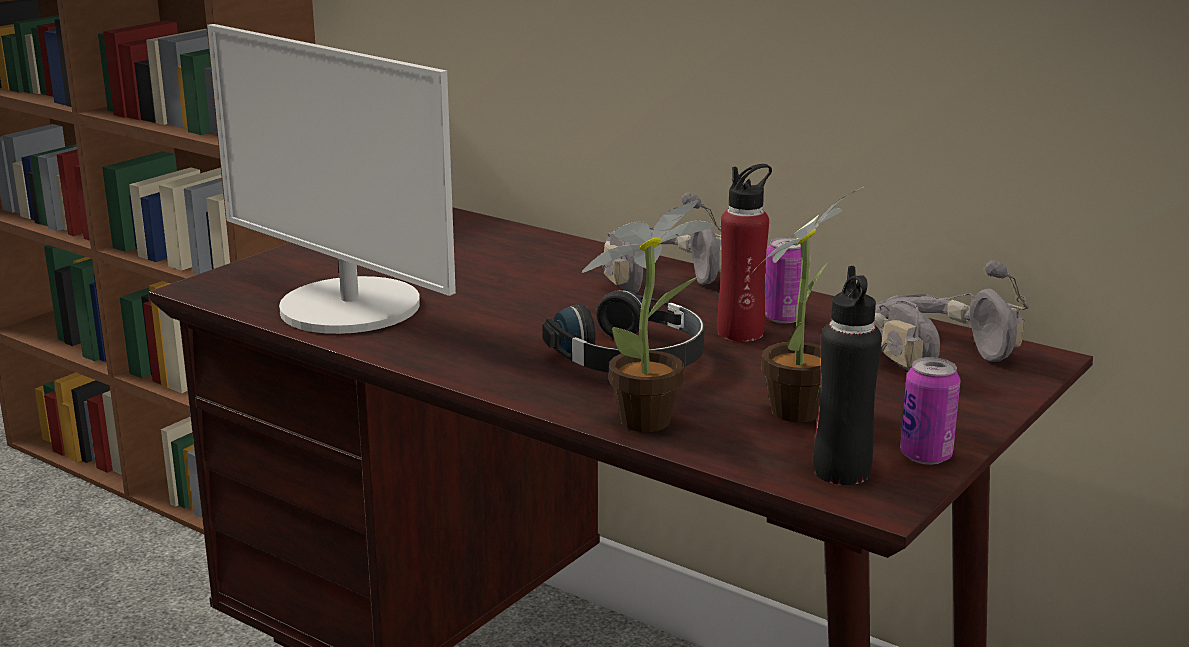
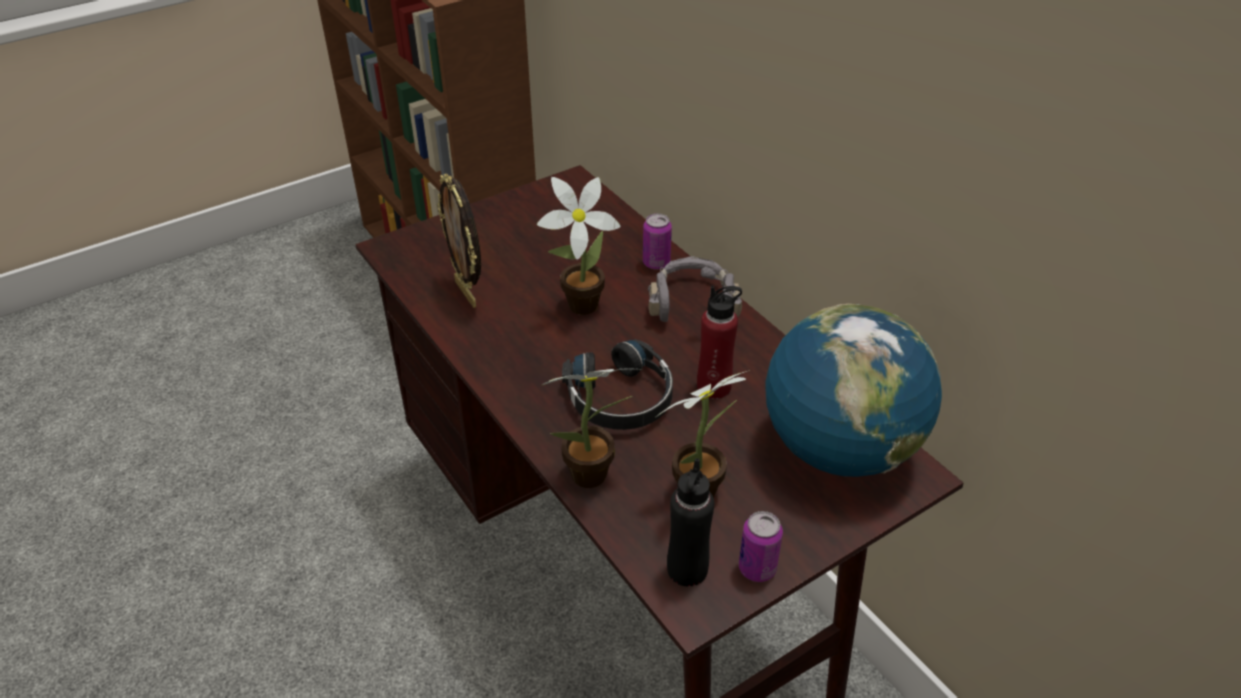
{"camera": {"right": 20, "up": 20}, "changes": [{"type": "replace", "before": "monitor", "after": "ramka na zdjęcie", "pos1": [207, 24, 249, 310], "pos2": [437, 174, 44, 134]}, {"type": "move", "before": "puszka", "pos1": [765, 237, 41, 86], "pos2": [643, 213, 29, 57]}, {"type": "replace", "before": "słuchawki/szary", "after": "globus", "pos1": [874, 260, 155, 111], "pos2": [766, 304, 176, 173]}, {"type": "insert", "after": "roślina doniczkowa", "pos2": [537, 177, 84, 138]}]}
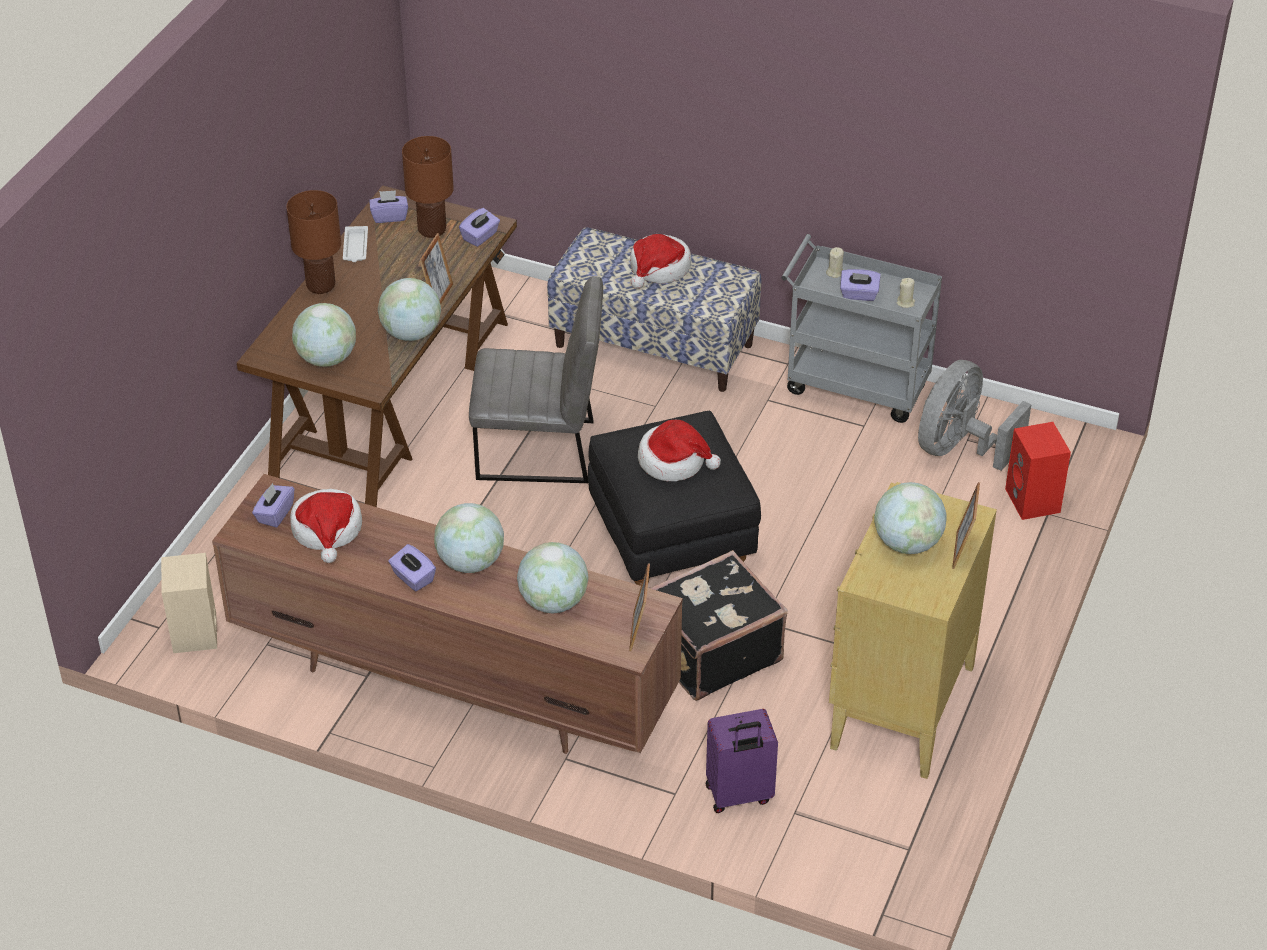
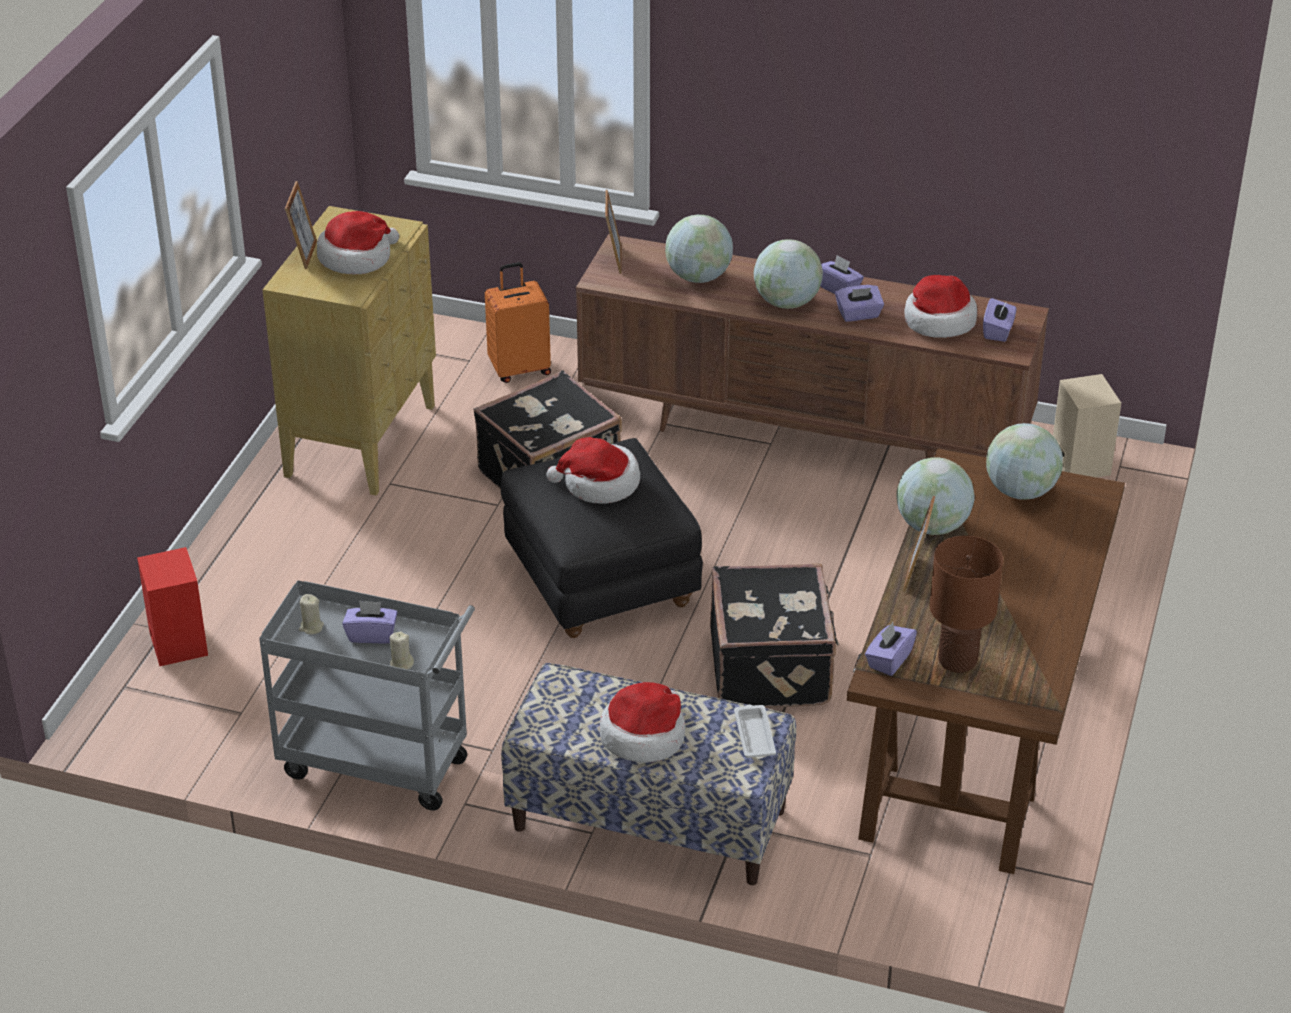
{"camera": {"right": 175, "up": -5}, "changes": [{"type": "delete", "before": "lampa stołowa/brązowy", "pos1": [287, 190, 54, 104]}, {"type": "move", "before": "pudełko chusteczek/fioletowy", "pos1": [369, 190, 39, 33], "pos2": [835, 285, 49, 37]}, {"type": "move", "before": "taca/biały", "pos1": [343, 226, 25, 36], "pos2": [734, 705, 42, 53]}, {"type": "replace", "before": "krzesło/szary", "after": "walizka/czarny", "pos1": [469, 276, 134, 207], "pos2": [710, 564, 129, 144]}, {"type": "delete", "before": "wentylator/szary", "pos1": [918, 360, 114, 111]}, {"type": "replace", "before": "globus", "after": "kapelusz", "pos1": [874, 482, 73, 72], "pos2": [317, 211, 82, 64]}, {"type": "recolor", "before": "walizka/fioletowy", "after": "walizka/pomarańczowy", "pos1": [705, 709, 73, 104], "pos2": [485, 262, 66, 121]}]}
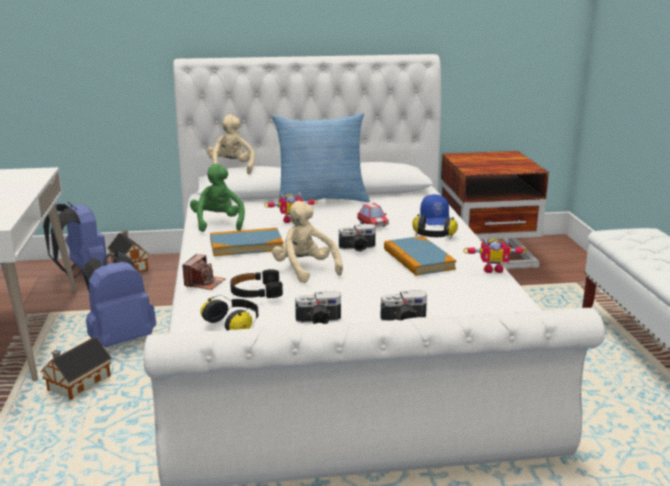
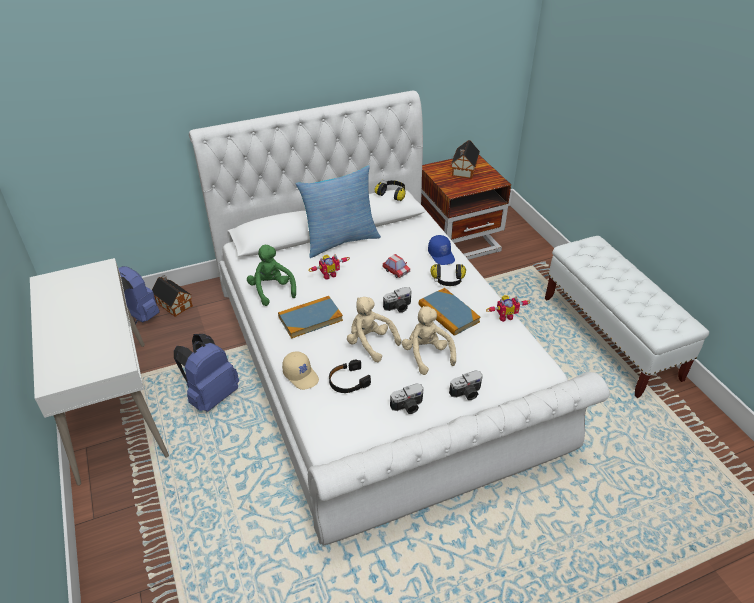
{"camera": {"right": -15, "up": 20}, "changes": [{"type": "move", "before": "pluszak/beżowy", "pos1": [207, 114, 48, 60], "pos2": [401, 306, 55, 69]}, {"type": "replace", "before": "aparat fotograficzny", "after": "czapka z daszkiem/beżowy", "pos1": [182, 254, 44, 36], "pos2": [282, 352, 37, 38]}, {"type": "move", "before": "słuchawki", "pos1": [200, 295, 58, 35], "pos2": [375, 180, 30, 22]}, {"type": "move", "before": "domek", "pos1": [41, 337, 70, 63], "pos2": [451, 140, 29, 39]}]}
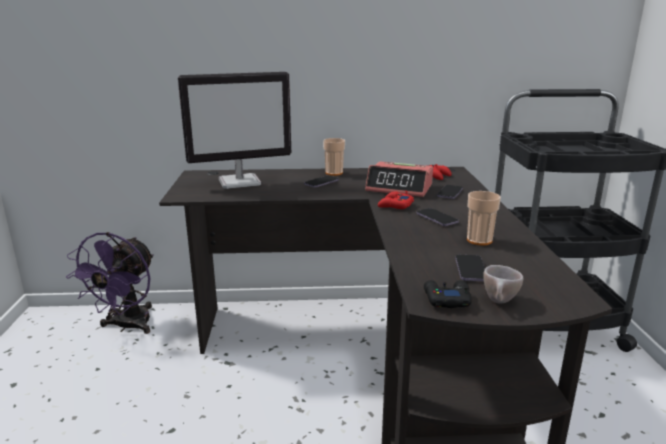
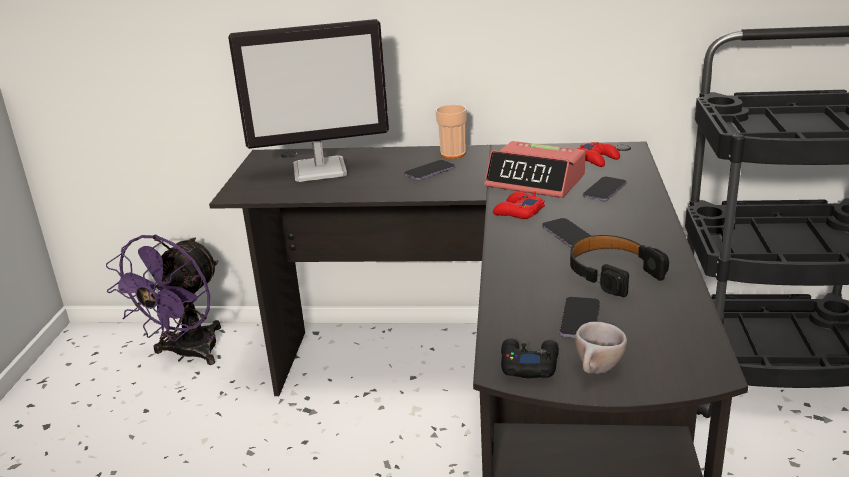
{"camera": {"right": 10, "up": 5}, "changes": [{"type": "replace", "before": "filiżanka", "after": "słuchawki/czarny", "pos1": [467, 191, 34, 54], "pos2": [570, 235, 99, 62]}]}
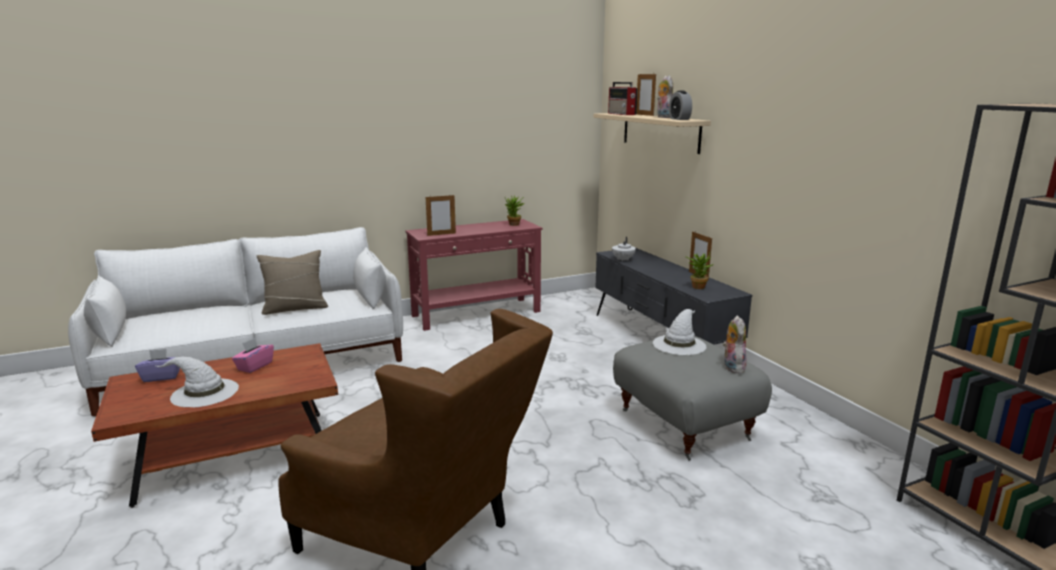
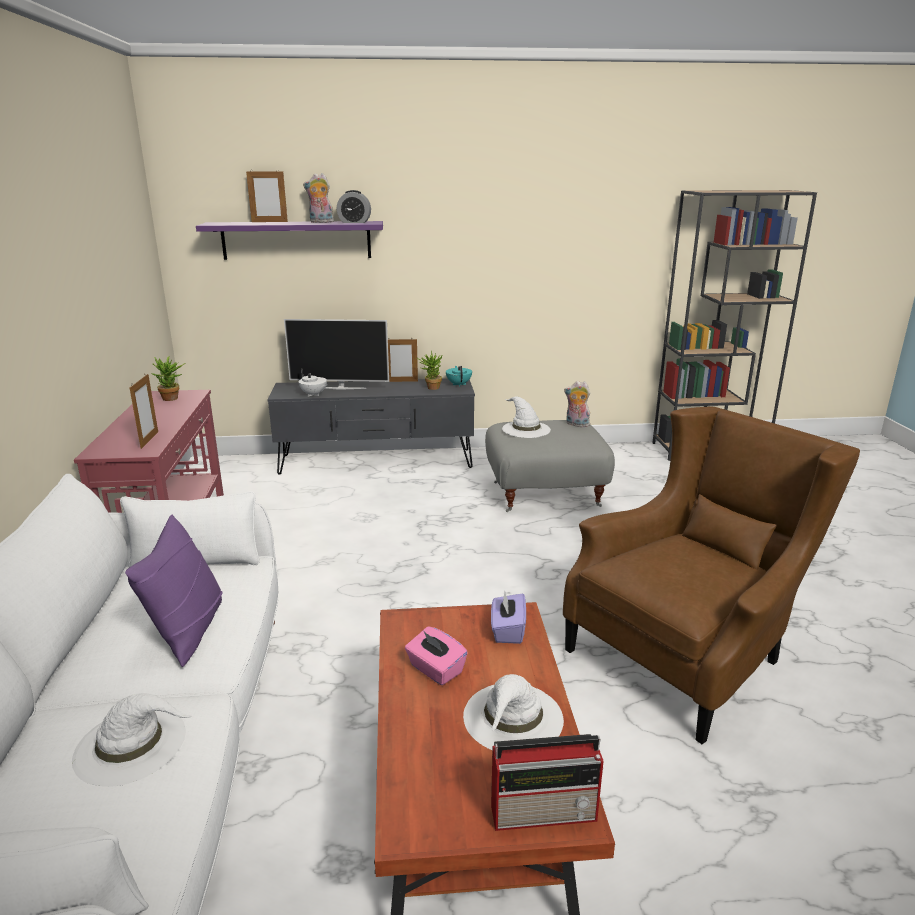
{"camera": {"right": -70, "up": 5}, "changes": [{"type": "move", "before": "radio", "pos1": [608, 82, 30, 33], "pos2": [491, 734, 113, 97]}, {"type": "recolor", "before": "półka/beżowy", "after": "półka/fioletowy", "pos1": [594, 113, 117, 41], "pos2": [196, 221, 187, 39]}, {"type": "recolor", "before": "poduszka/beżowy", "after": "poduszka/fioletowy", "pos1": [257, 250, 71, 65], "pos2": [125, 515, 98, 152]}, {"type": "move", "before": "pudełko chusteczek/fioletowy", "pos1": [135, 349, 45, 33], "pos2": [491, 590, 35, 54]}, {"type": "insert", "after": "telewizor", "pos2": [284, 319, 105, 71]}, {"type": "insert", "after": "imbryk/turkusowy", "pos2": [446, 366, 26, 20]}, {"type": "insert", "after": "kapelusz/biały", "pos2": [72, 693, 120, 94]}]}
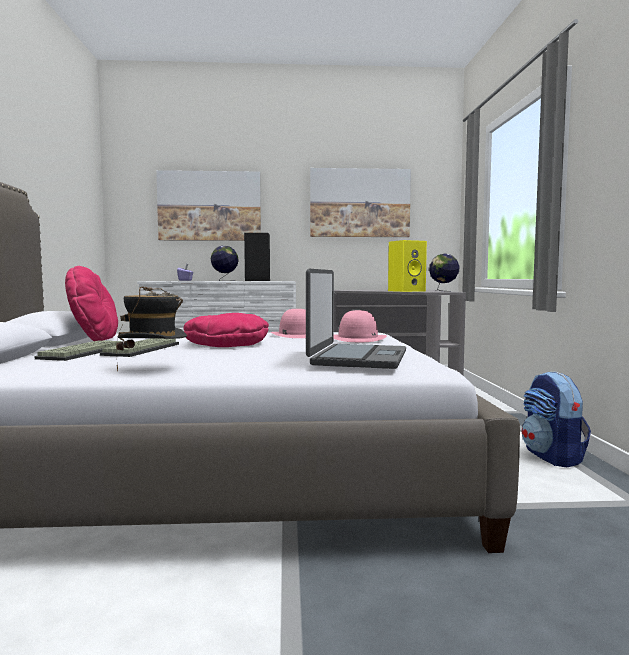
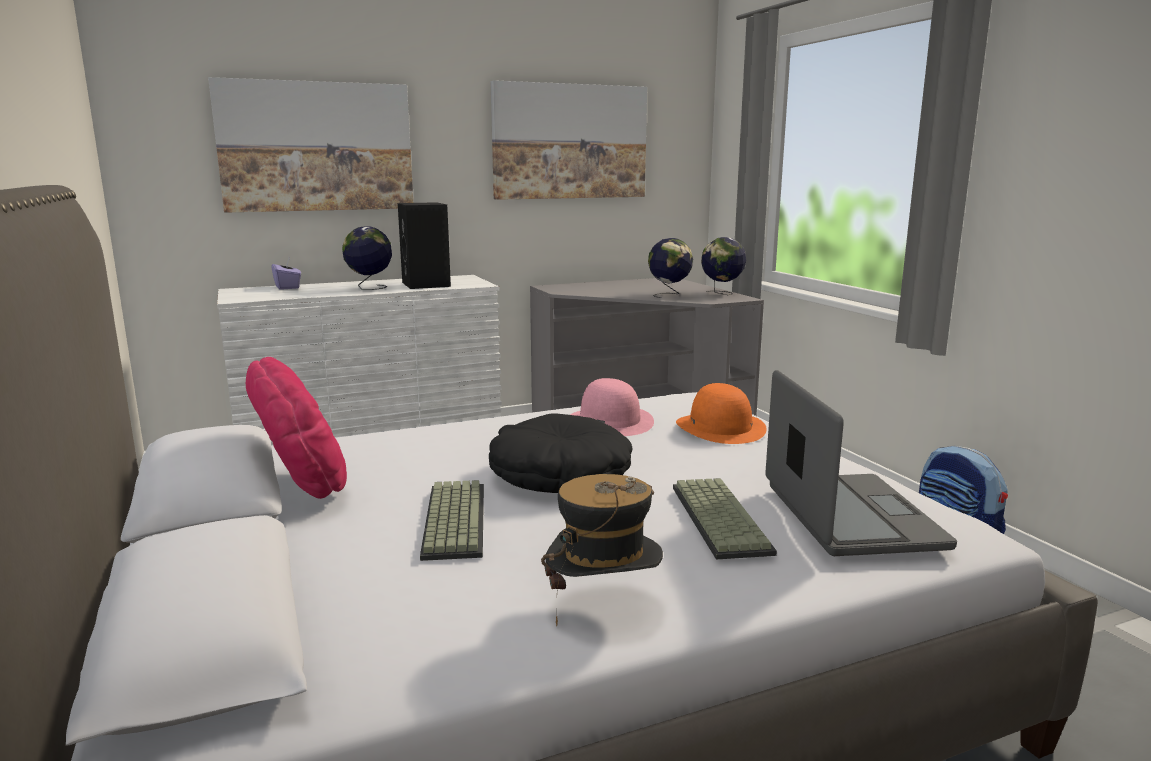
{"camera": {"right": -20, "up": 10}, "changes": [{"type": "replace", "before": "głośnik/żółty", "after": "globus", "pos1": [388, 240, 39, 52], "pos2": [648, 238, 45, 60]}, {"type": "recolor", "before": "kapelusz/różowy", "after": "kapelusz/pomarańczowy", "pos1": [334, 310, 53, 32], "pos2": [676, 383, 91, 61]}, {"type": "recolor", "before": "poduszka/różowy", "after": "poduszka/czarny", "pos1": [184, 313, 85, 34], "pos2": [489, 414, 143, 79]}, {"type": "move", "before": "klawiatura", "pos1": [35, 340, 87, 21], "pos2": [673, 478, 104, 82]}]}
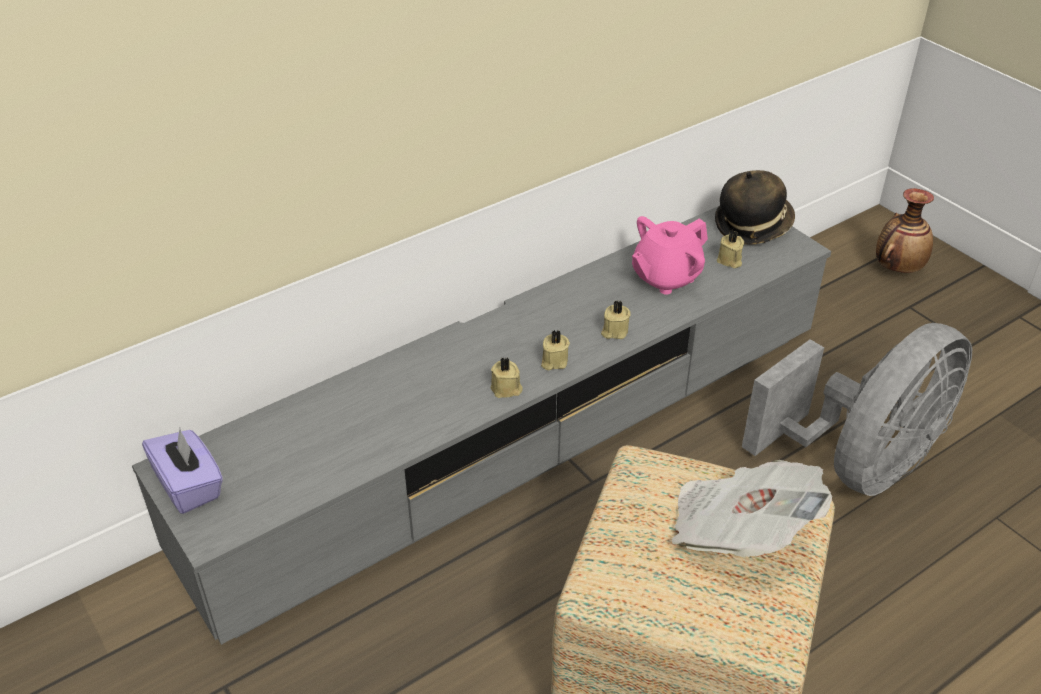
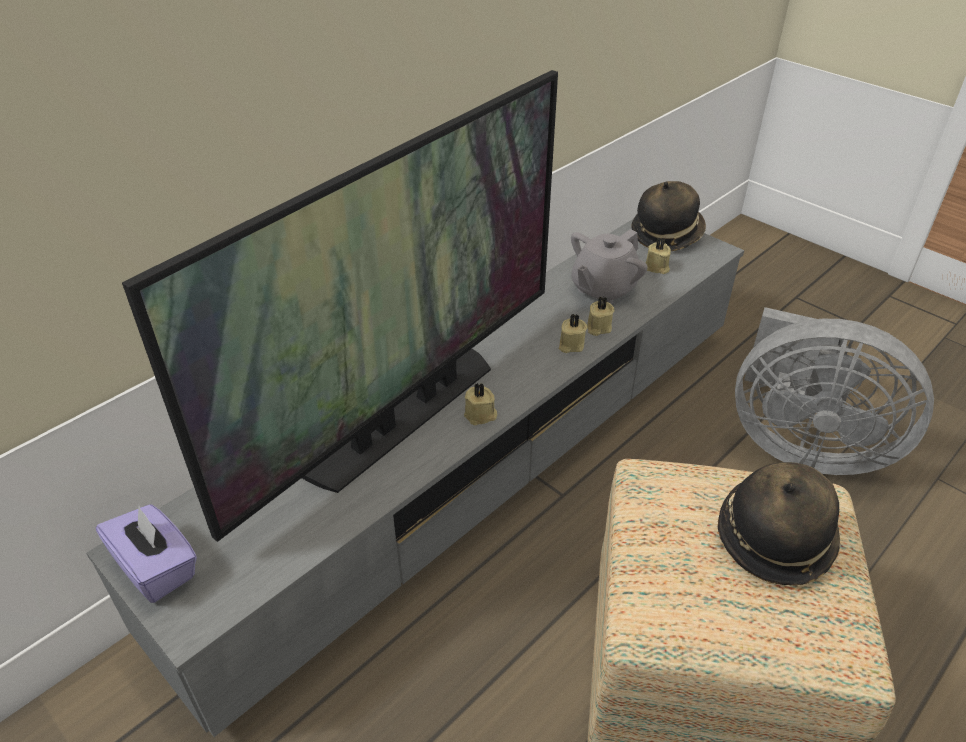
{"camera": {"right": -10, "up": 0}, "changes": [{"type": "delete", "before": "wazon", "pos1": [876, 188, 58, 85]}, {"type": "recolor", "before": "imbryk/różowy", "after": "imbryk/szary", "pos1": [632, 216, 76, 79], "pos2": [571, 229, 77, 75]}, {"type": "rotate", "before": "wentylator/szary", "pos1": [742, 323, 230, 173], "pos2": [735, 307, 199, 168], "turn": 75}, {"type": "move", "before": "świeca/beżowy", "pos1": [541, 330, 29, 41], "pos2": [587, 297, 28, 39]}, {"type": "replace", "before": "gazeta", "after": "kapelusz", "pos1": [672, 460, 160, 97], "pos2": [718, 462, 122, 124]}, {"type": "insert", "after": "telewizor", "pos2": [122, 70, 436, 472]}]}
